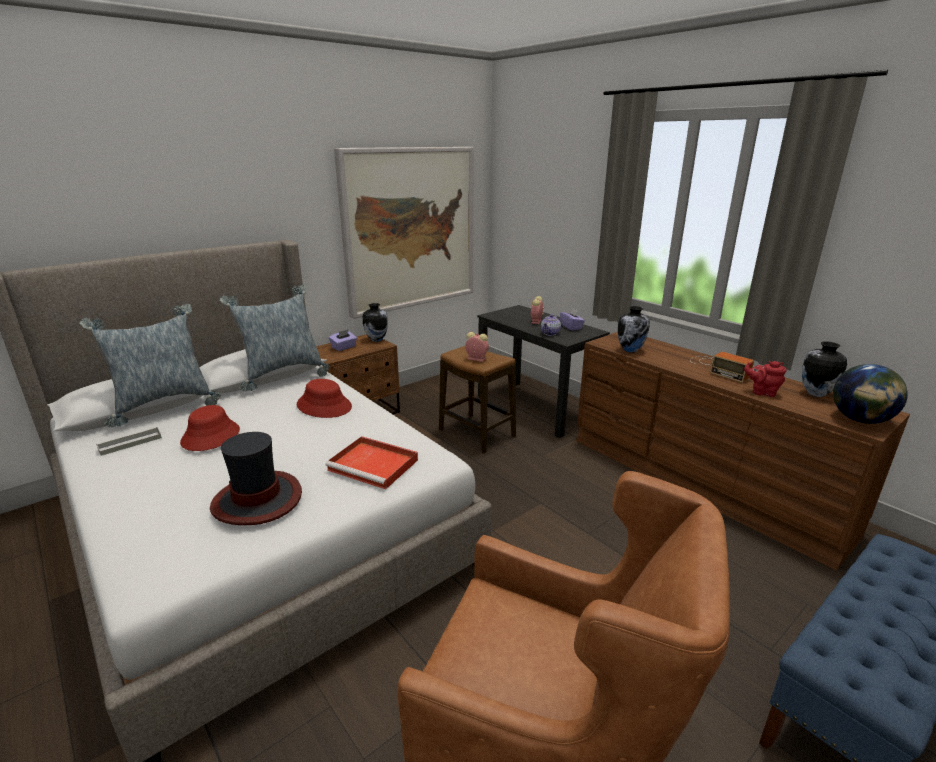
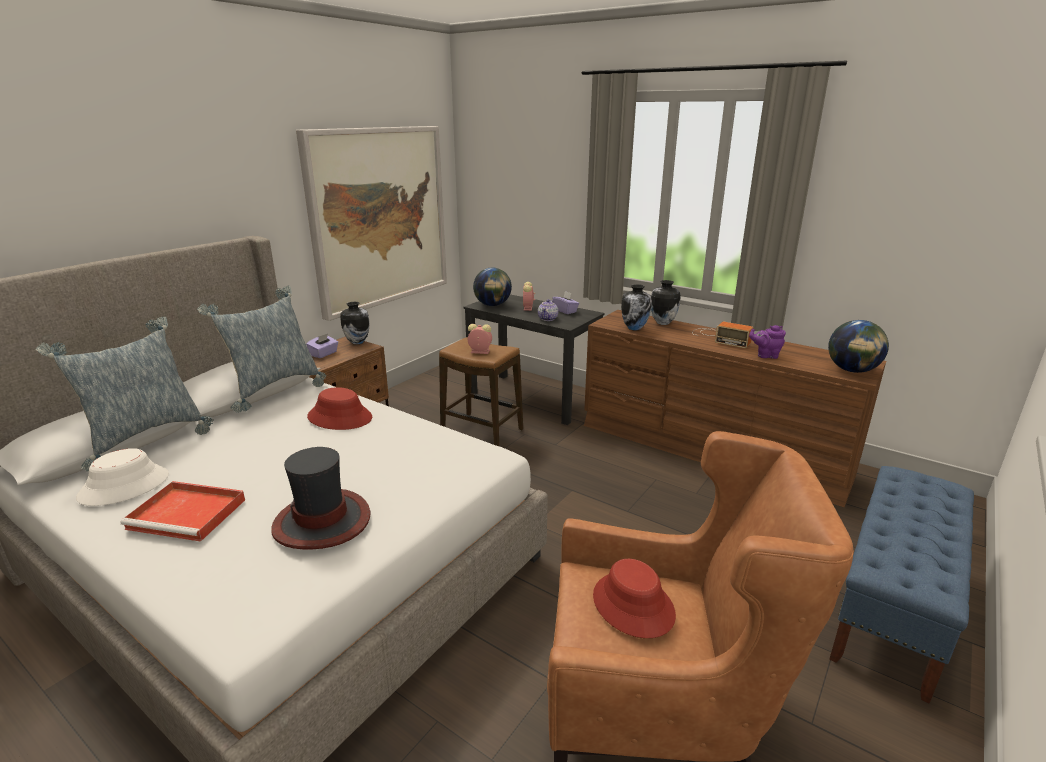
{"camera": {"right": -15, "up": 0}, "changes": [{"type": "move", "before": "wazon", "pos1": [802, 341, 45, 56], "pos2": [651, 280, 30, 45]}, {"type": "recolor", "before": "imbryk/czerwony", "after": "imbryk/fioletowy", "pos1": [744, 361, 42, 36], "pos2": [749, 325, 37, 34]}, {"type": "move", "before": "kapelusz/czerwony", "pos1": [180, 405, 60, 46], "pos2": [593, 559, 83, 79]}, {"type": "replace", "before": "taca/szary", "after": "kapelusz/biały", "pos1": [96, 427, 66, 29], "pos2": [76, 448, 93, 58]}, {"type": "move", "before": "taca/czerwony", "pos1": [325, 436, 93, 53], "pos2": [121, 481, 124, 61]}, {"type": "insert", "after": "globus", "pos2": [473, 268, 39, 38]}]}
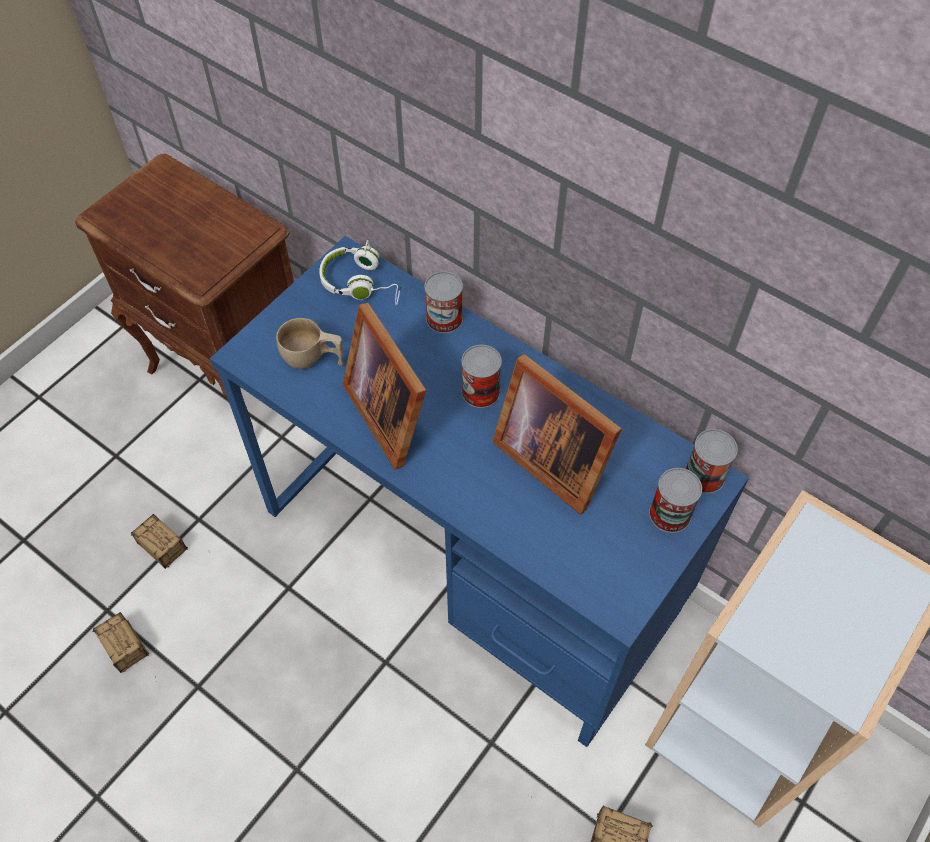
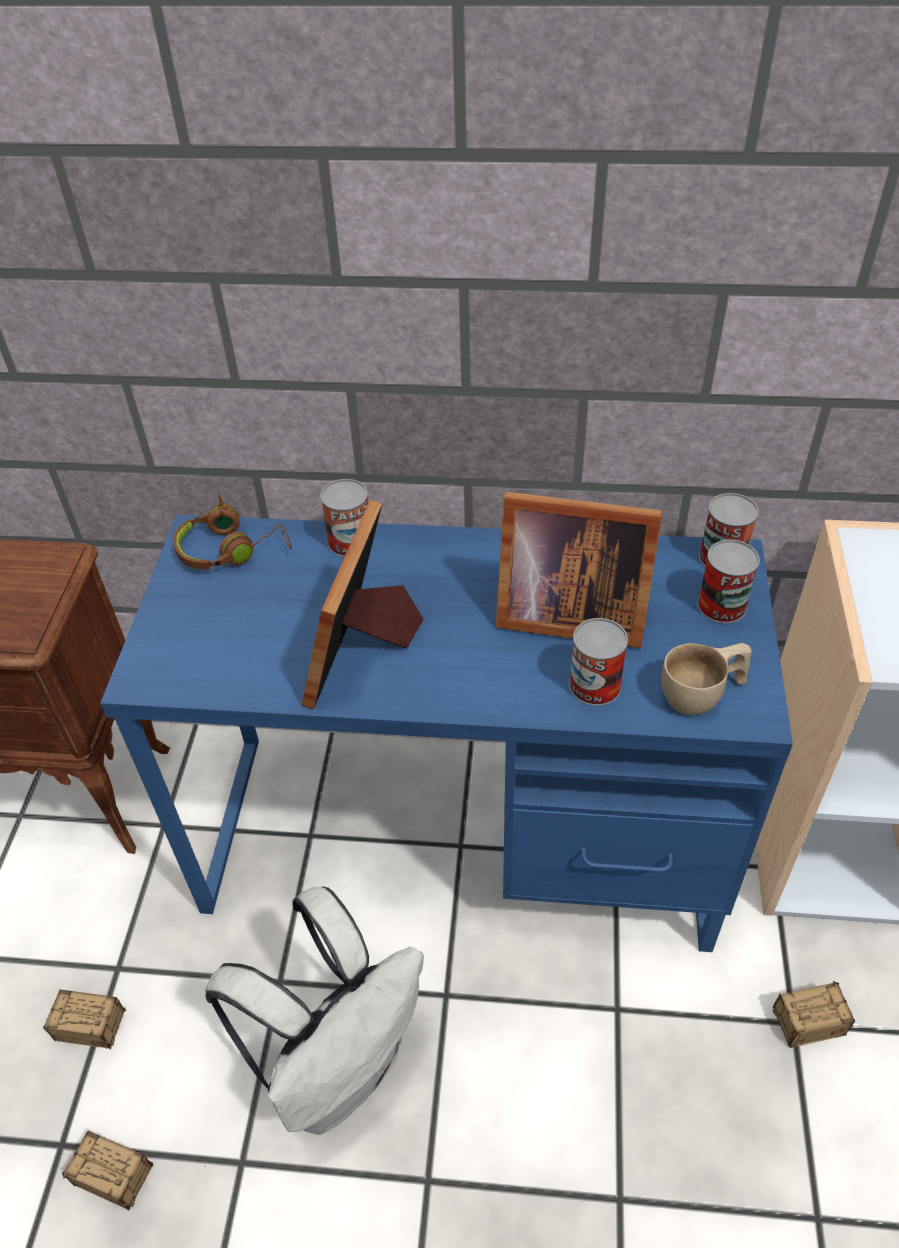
{"camera": {"right": -30, "up": -10}, "changes": [{"type": "recolor", "before": "słuchawki/biały", "after": "słuchawki/brązowy", "pos1": [319, 240, 82, 66], "pos2": [173, 494, 119, 76]}, {"type": "rotate", "before": "ramka na zdjęcie", "pos1": [343, 303, 83, 167], "pos2": [302, 500, 122, 209], "turn": 75}, {"type": "move", "before": "filiżanka/beżowy", "pos1": [276, 318, 67, 51], "pos2": [662, 643, 89, 72]}, {"type": "move", "before": "puszka", "pos1": [461, 345, 41, 63], "pos2": [569, 618, 59, 88]}, {"type": "insert", "after": "plecak/biały", "pos2": [205, 887, 219, 248]}]}
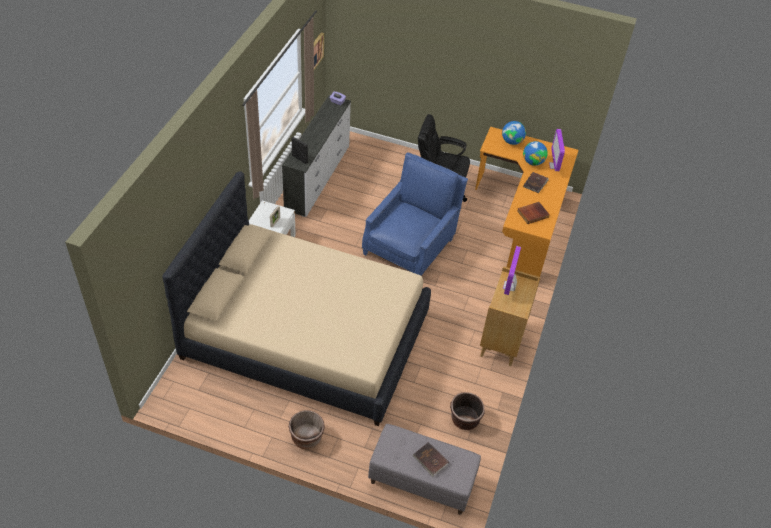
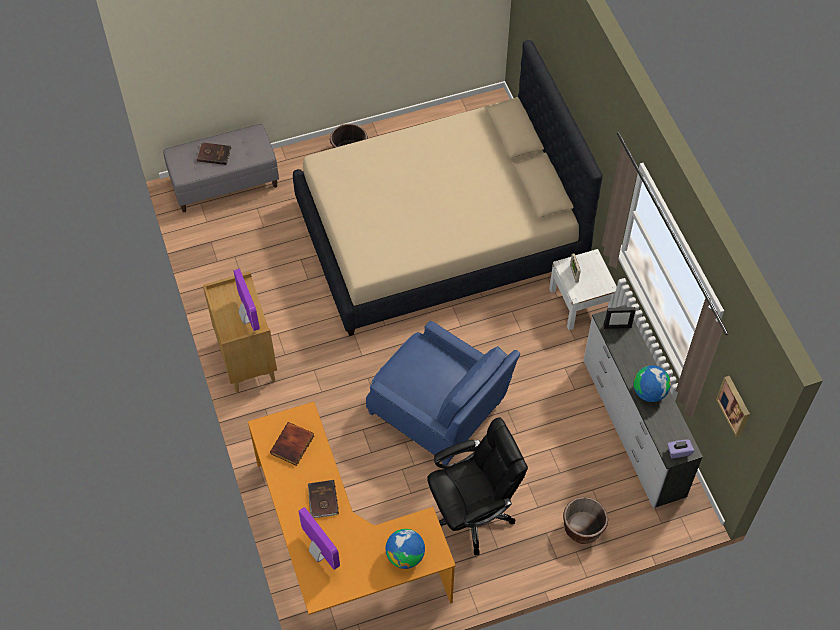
{"camera": {"right": 145, "up": 10}, "changes": [{"type": "move", "before": "globus", "pos1": [523, 141, 25, 25], "pos2": [633, 365, 38, 37]}, {"type": "rotate", "before": "fotel/niebieski", "pos1": [362, 152, 106, 124], "pos2": [366, 321, 154, 144], "turn": -45}, {"type": "move", "before": "donica/brązowy", "pos1": [450, 392, 35, 38], "pos2": [563, 497, 45, 47]}]}
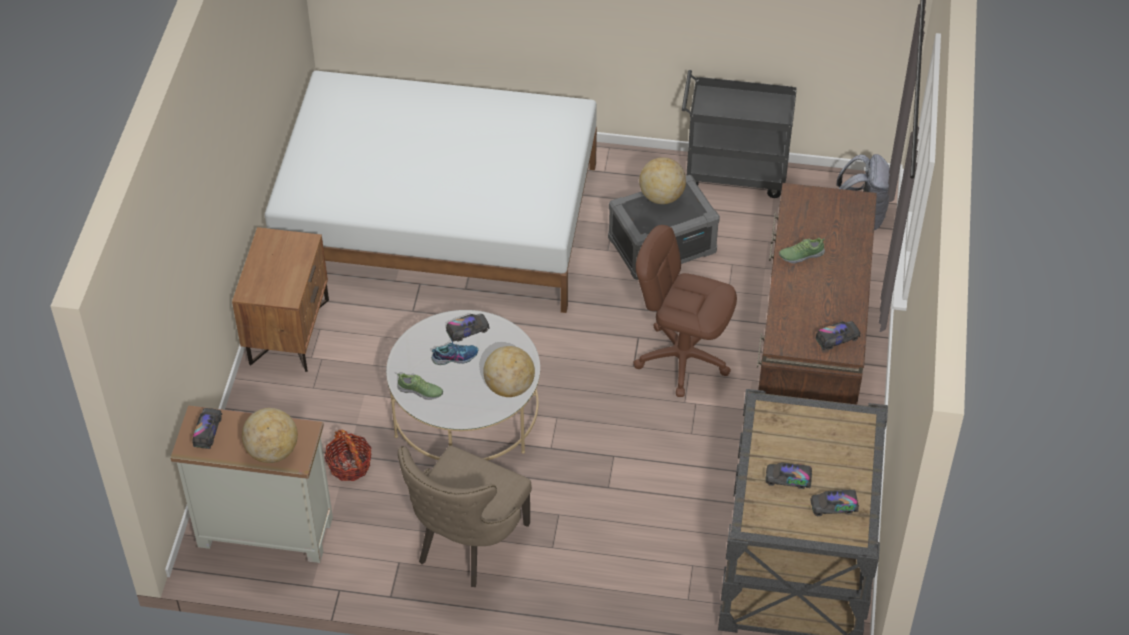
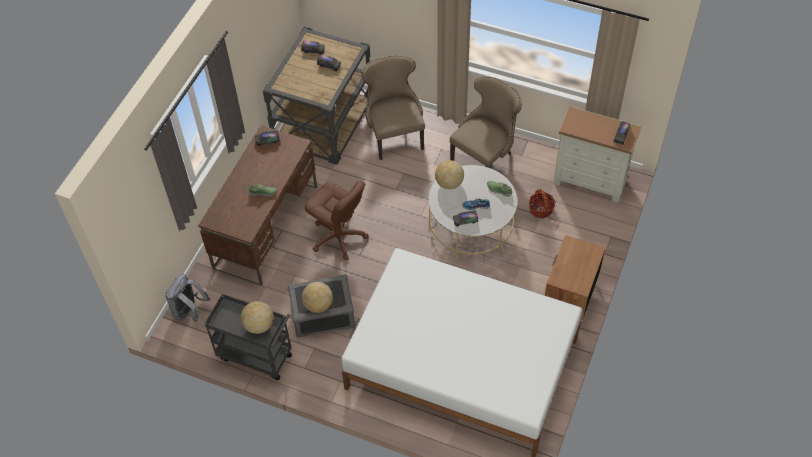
{"camera": {"right": -165, "up": 5}, "changes": [{"type": "move", "before": "globus", "pos1": [242, 408, 56, 55], "pos2": [241, 301, 32, 33]}, {"type": "insert", "after": "krzesło/beżowy", "pos2": [361, 55, 64, 105]}]}
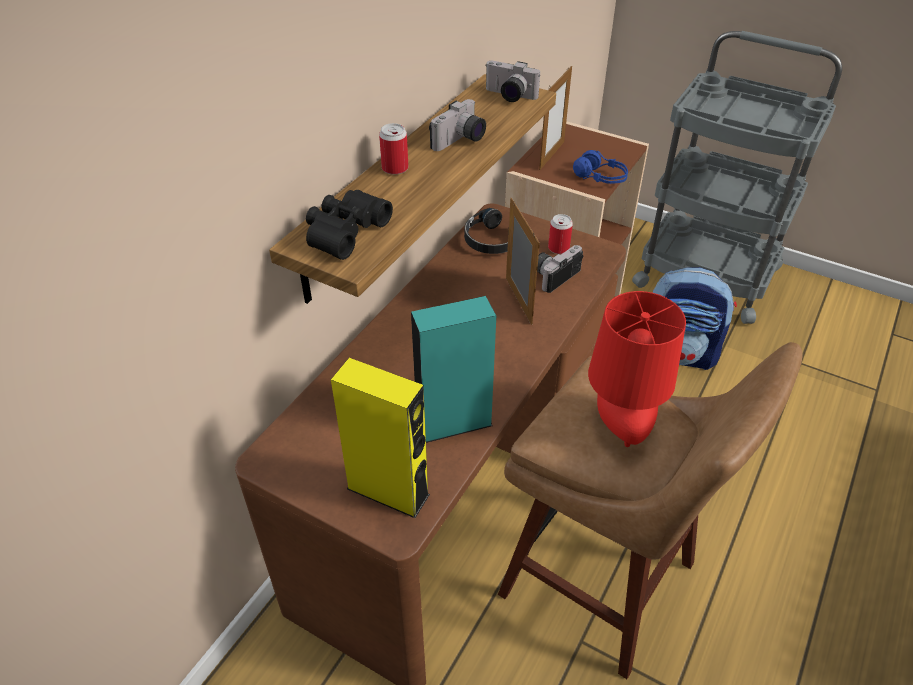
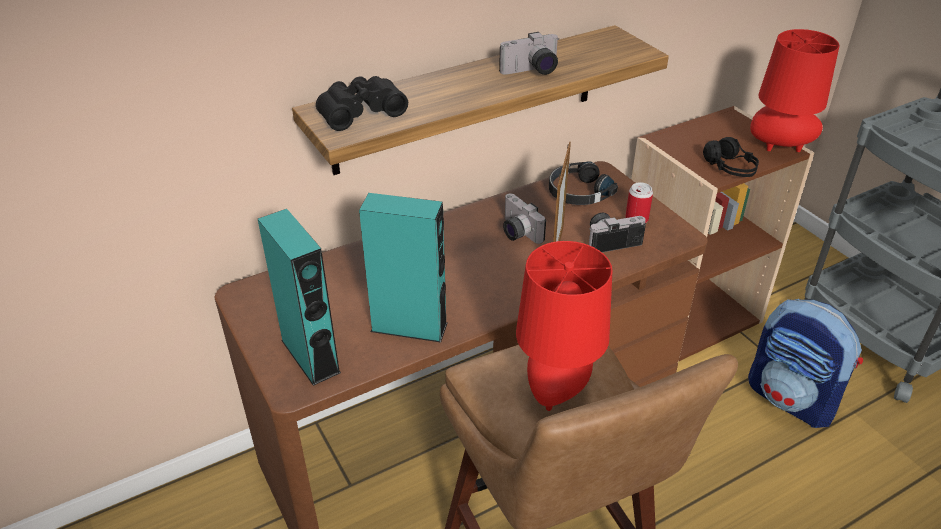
{"camera": {"right": 30, "up": -5}, "changes": [{"type": "move", "before": "aparat fotograficzny", "pos1": [485, 61, 55, 41], "pos2": [503, 194, 43, 50]}, {"type": "delete", "before": "ramka na zdjęcie", "pos1": [539, 66, 33, 104]}, {"type": "delete", "before": "puszka", "pos1": [379, 123, 29, 52]}, {"type": "recolor", "before": "słuchawki/niebieski", "after": "słuchawki/czarny", "pos1": [573, 150, 55, 34], "pos2": [703, 137, 56, 40]}, {"type": "recolor", "before": "głośnik/żółty", "after": "głośnik/turkusowy", "pos1": [331, 358, 99, 160], "pos2": [258, 209, 83, 177]}, {"type": "insert", "after": "lampa stołowa/czerwony", "pos2": [750, 29, 89, 123]}]}
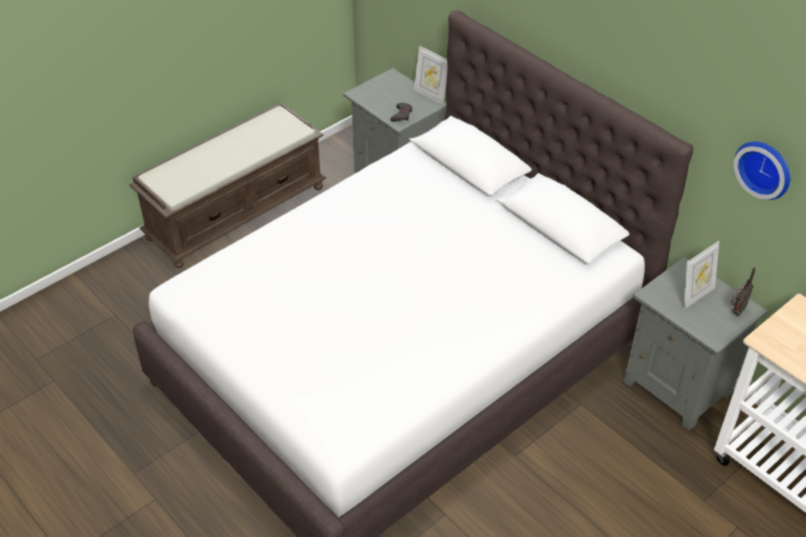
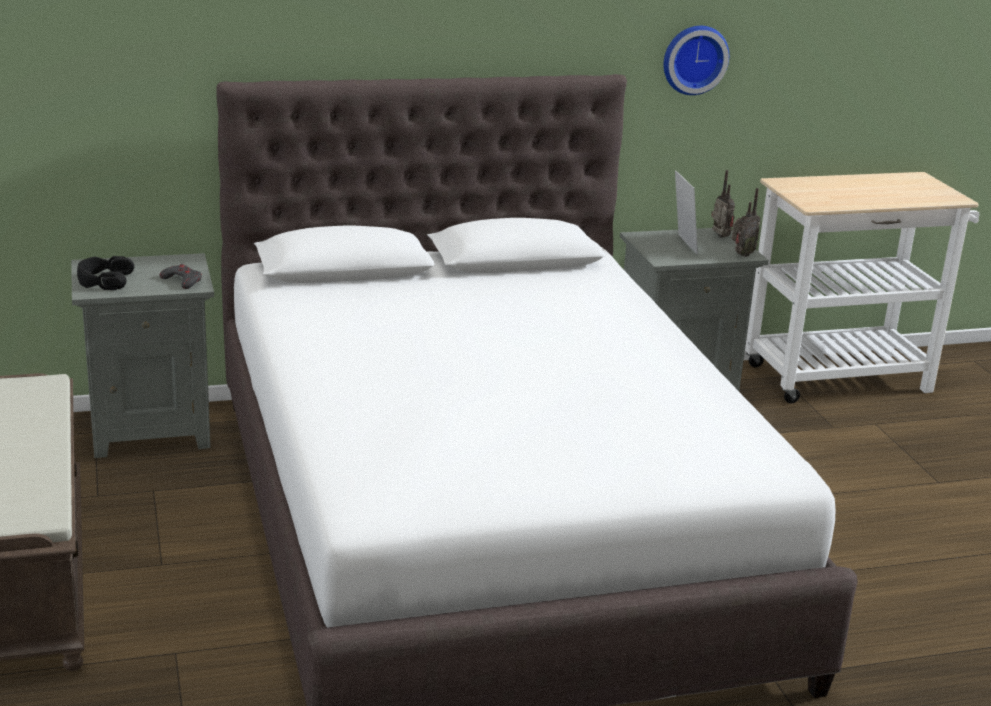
{"camera": {"right": -65, "up": -20}, "changes": [{"type": "delete", "before": "ramka na zdjęcie", "pos1": [414, 46, 34, 59]}, {"type": "insert", "after": "radio", "pos2": [732, 188, 29, 69]}, {"type": "insert", "after": "słuchawki/czarny", "pos2": [77, 256, 57, 34]}]}
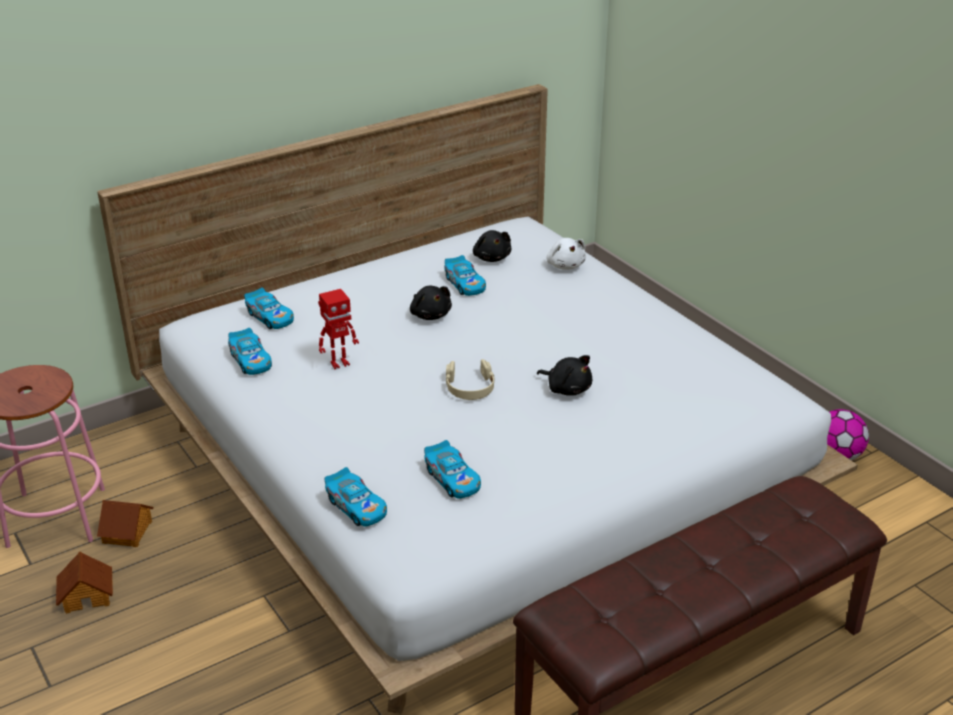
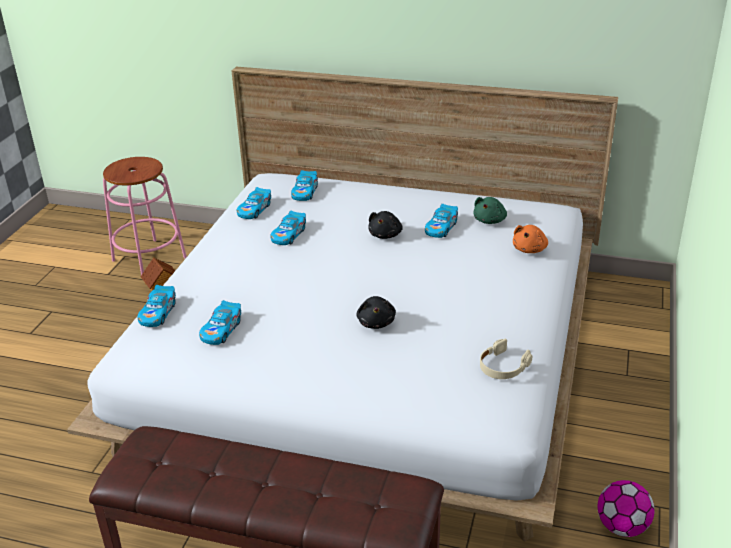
{"camera": {"right": 50, "up": 0}, "changes": [{"type": "recolor", "before": "pluszak/czarny", "after": "pluszak/zielony", "pos1": [473, 230, 38, 32], "pos2": [473, 197, 34, 27]}, {"type": "recolor", "before": "pluszak/biały", "after": "pluszak/pomarańczowy", "pos1": [547, 238, 39, 32], "pos2": [513, 225, 35, 28]}, {"type": "replace", "before": "robot zabawkowy", "after": "samochodzik", "pos1": [318, 289, 41, 80], "pos2": [270, 211, 36, 34]}, {"type": "move", "before": "słuchawki/beżowy", "pos1": [446, 359, 49, 41], "pos2": [480, 339, 53, 40]}, {"type": "delete", "before": "domek", "pos1": [56, 552, 57, 62]}]}
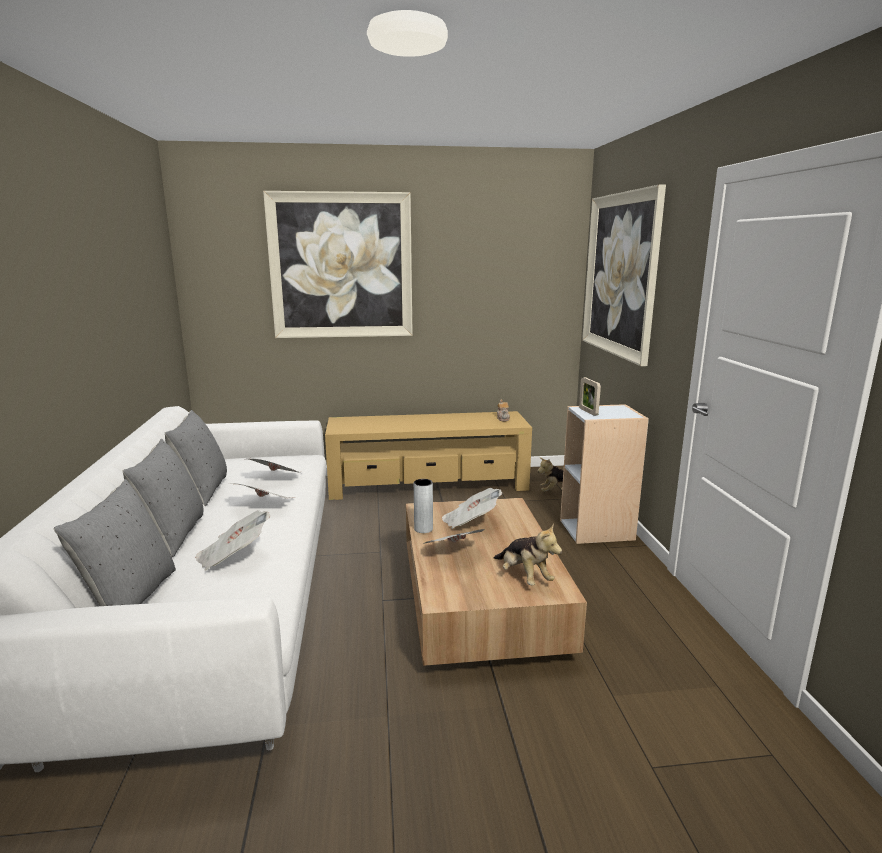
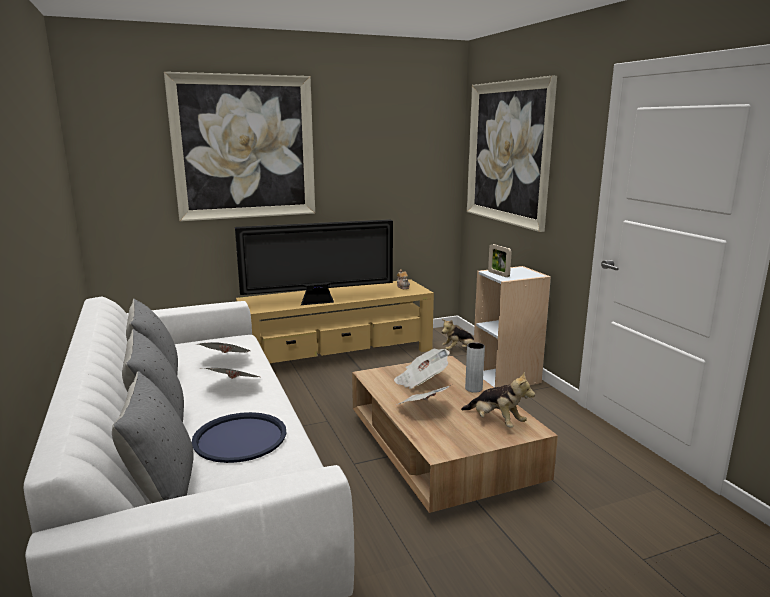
{"camera": {"right": -15, "up": 0}, "changes": [{"type": "move", "before": "wazon/szary", "pos1": [414, 479, 19, 54], "pos2": [465, 342, 20, 51]}, {"type": "replace", "before": "gazeta", "after": "taca/niebieski", "pos1": [195, 510, 75, 61], "pos2": [192, 412, 95, 51]}, {"type": "insert", "after": "telewizor", "pos2": [235, 219, 158, 86]}]}
